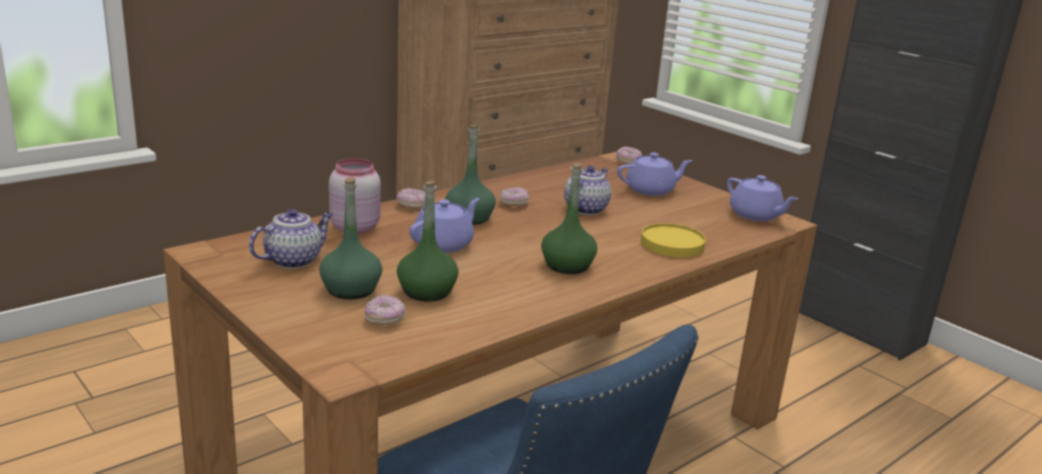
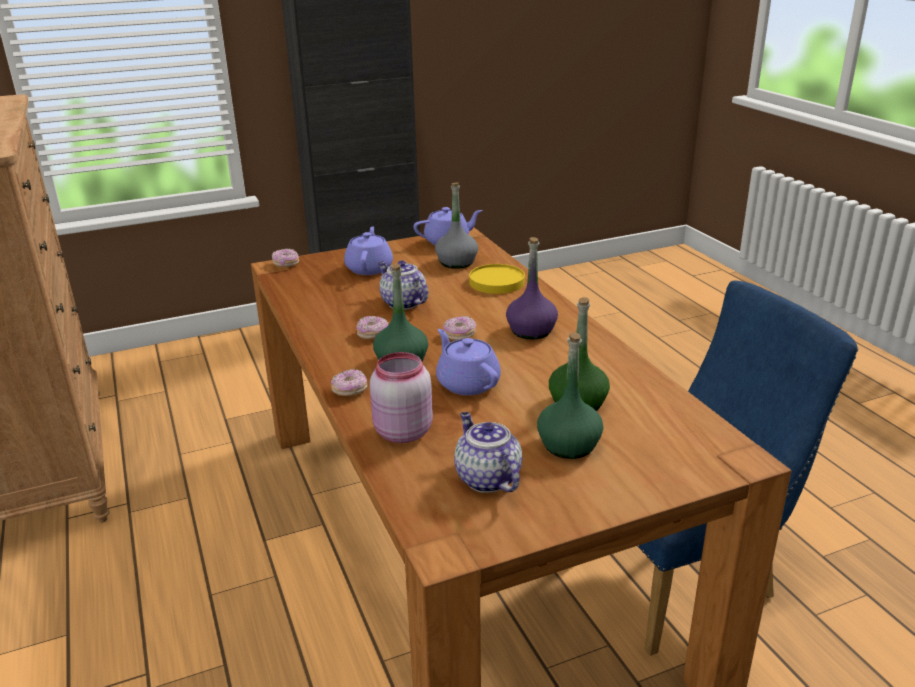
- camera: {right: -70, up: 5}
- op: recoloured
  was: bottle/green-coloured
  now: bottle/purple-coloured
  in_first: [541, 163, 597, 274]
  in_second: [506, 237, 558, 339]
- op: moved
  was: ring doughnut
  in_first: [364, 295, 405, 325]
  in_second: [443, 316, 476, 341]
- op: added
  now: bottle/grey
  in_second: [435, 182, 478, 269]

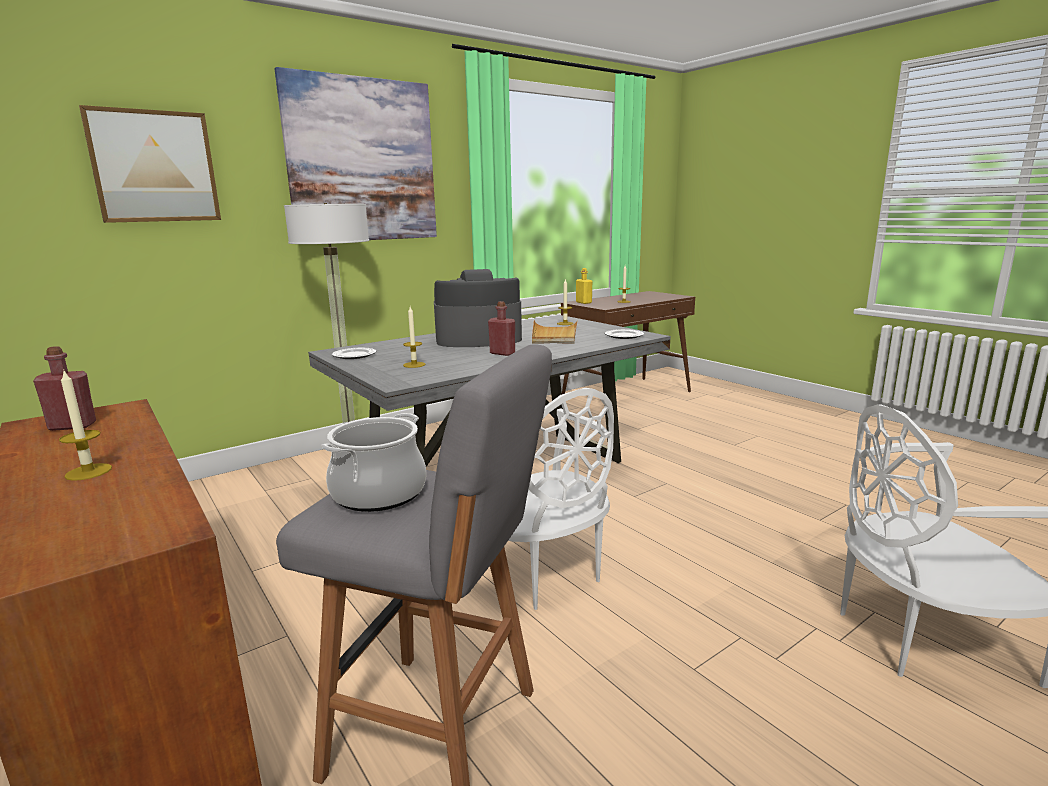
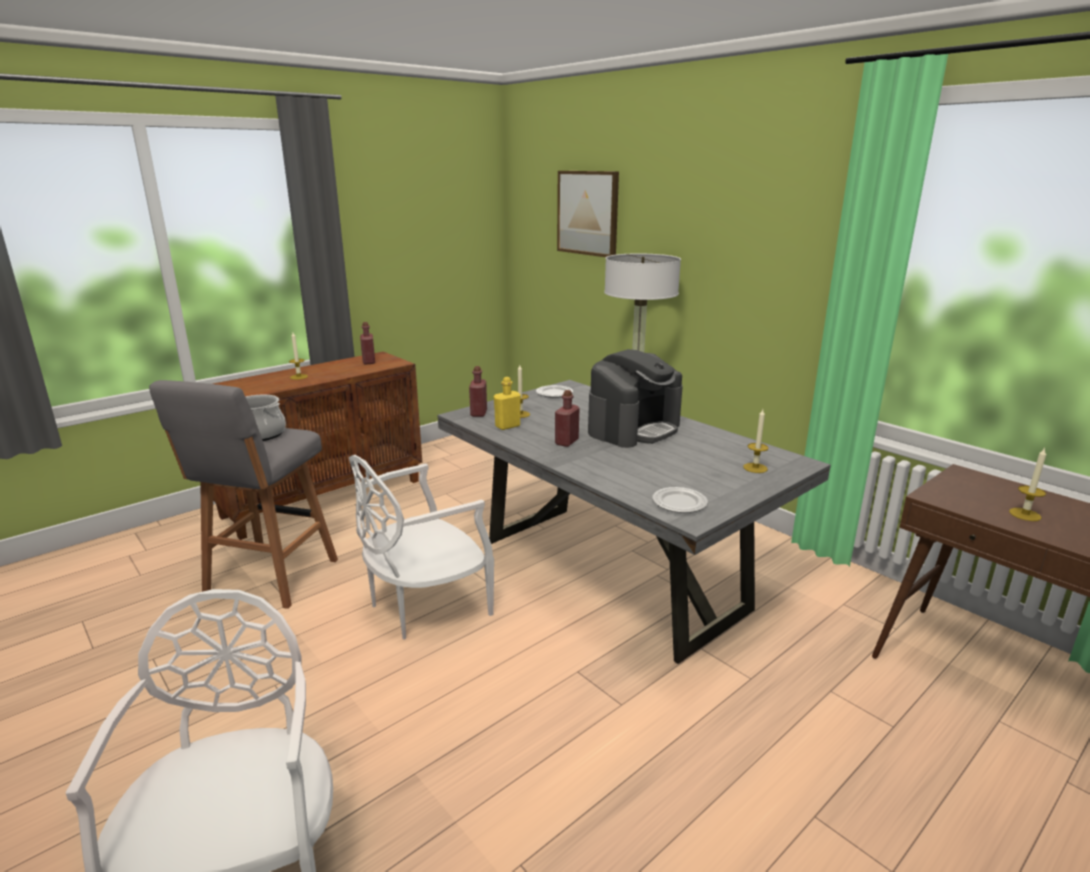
- camera: {right: 85, up: 5}
- op: removed
  was: wall art
  in_first: [274, 67, 437, 240]
- op: moved
  was: bottle/yellowish
  in_first: [576, 268, 592, 304]
  in_second: [494, 377, 521, 430]
- op: turned
  was: coffee machine
  in_first: [434, 269, 522, 347]
  in_second: [588, 349, 683, 448]
  clockwise: 60
- op: removed
  was: tray/beige-coloured
  in_first: [532, 320, 578, 344]
- op: added
  now: bottle/red
  in_second: [469, 366, 487, 417]

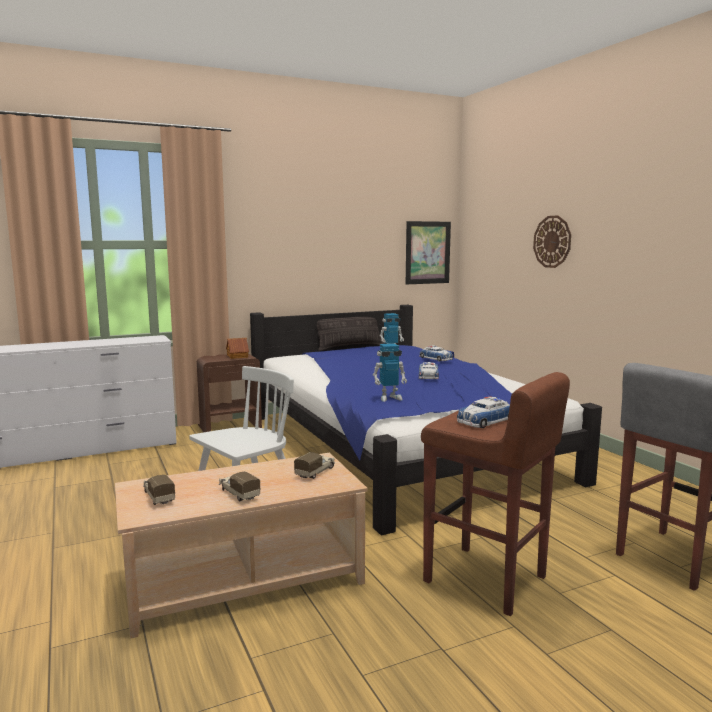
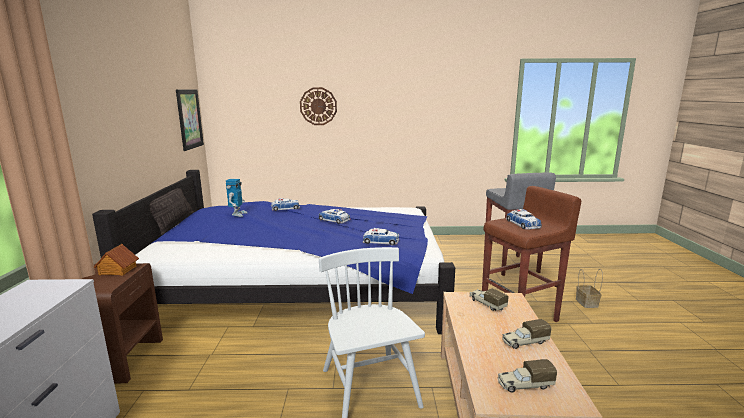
- camera: {right: -65, up: 5}
- op: replaced
  was: robot figure
  now: toy car
  in_first: [373, 343, 407, 402]
  in_second: [363, 228, 399, 245]
- op: added
  now: basket
  in_second: [576, 269, 603, 308]

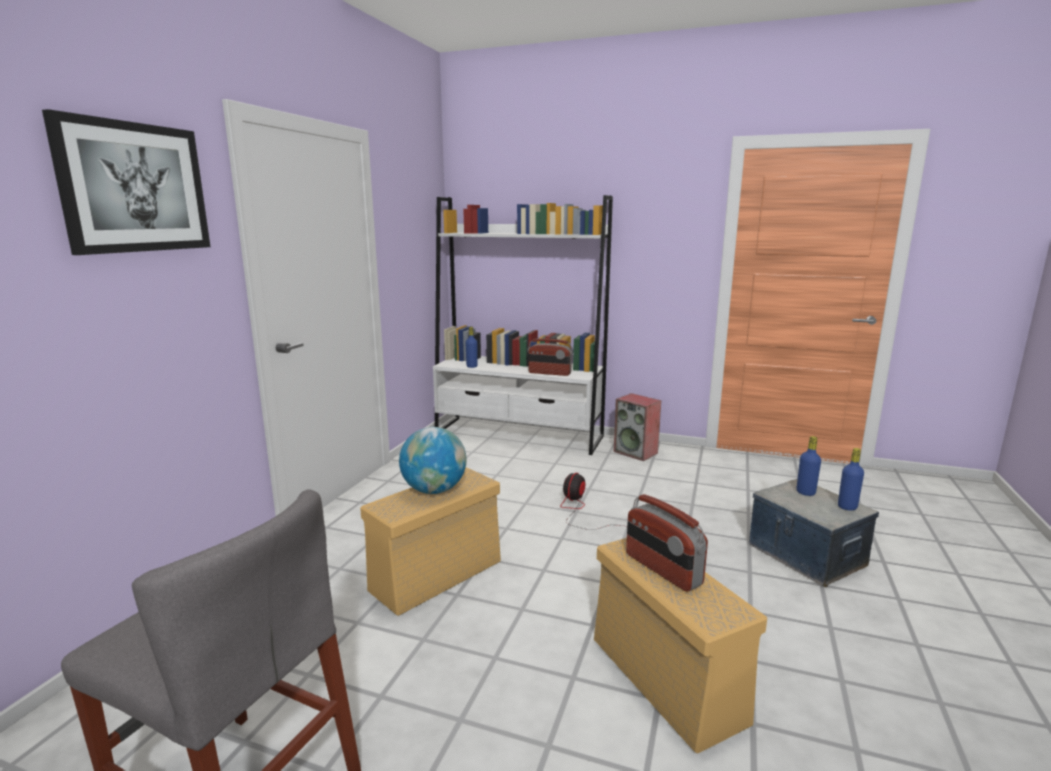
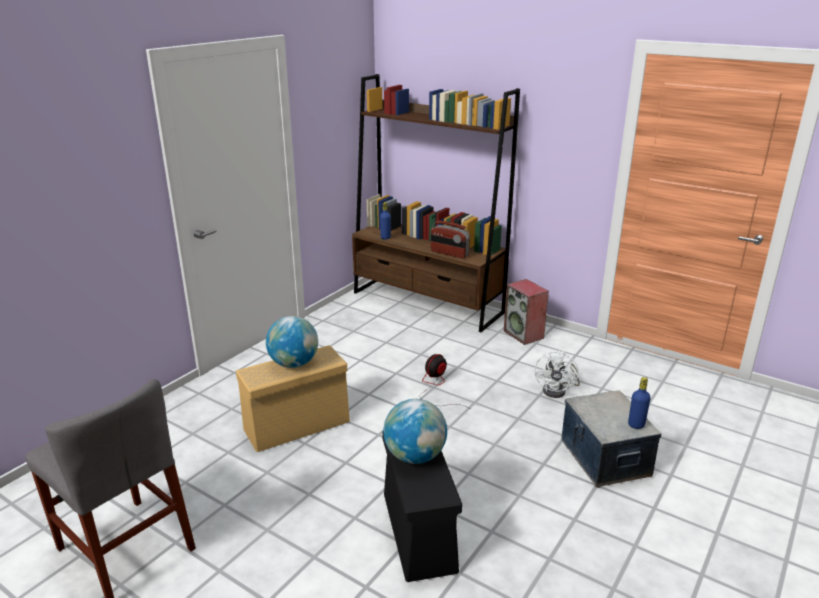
- camera: {right: 15, up: 10}
- op: removed
  was: wall art
  in_first: [42, 109, 210, 255]
- op: recoloured
  was: bookshelf/white
  now: bookshelf/brown-coloured
  in_first: [433, 195, 613, 455]
  in_second: [352, 74, 520, 332]
- op: removed
  was: bottle/bluish
  in_first: [796, 436, 821, 496]
- op: replaced
  was: radio set
  now: world globe
  in_first: [626, 494, 708, 592]
  in_second: [383, 399, 447, 464]
- op: recoloured
  was: storage container/beige-coloured
  now: storage container/black
  in_first: [594, 538, 767, 753]
  in_second: [382, 431, 462, 582]
- op: added
  now: electric fan/white
  in_second: [535, 350, 580, 398]

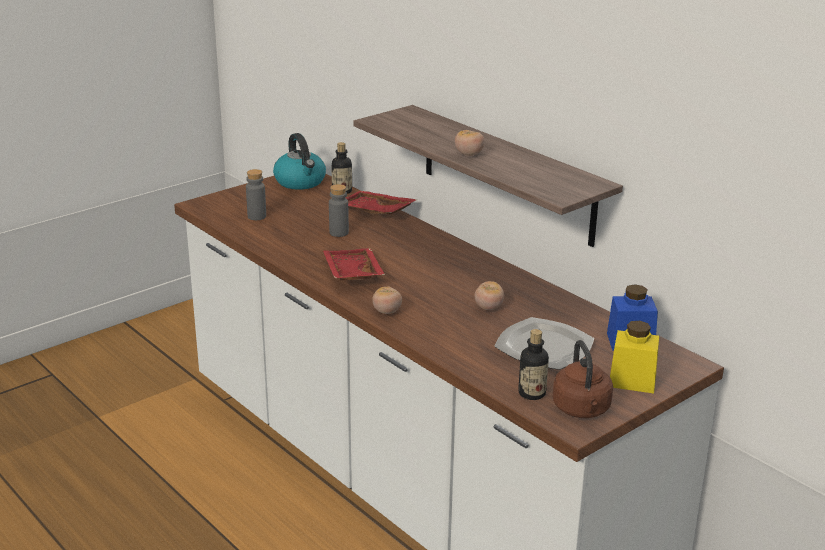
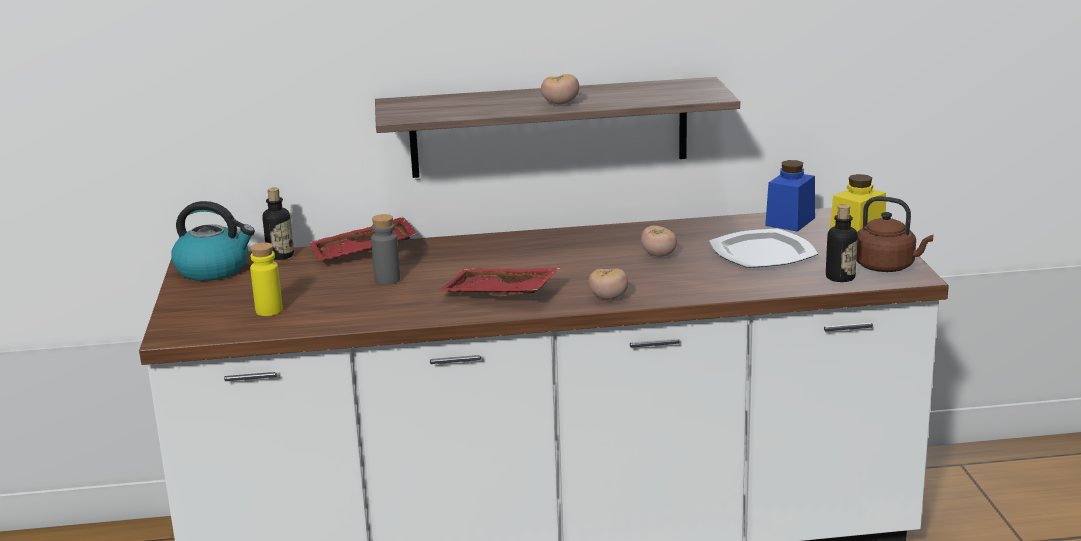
- camera: {right: -55, up: -5}
- op: recoloured
  was: bottle/grey
  now: bottle/yellowish
  in_first: [246, 169, 266, 220]
  in_second: [250, 242, 283, 316]

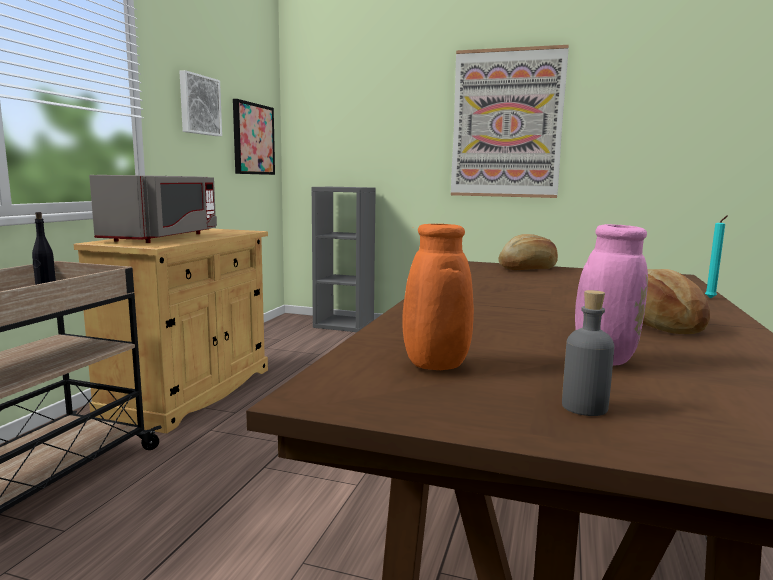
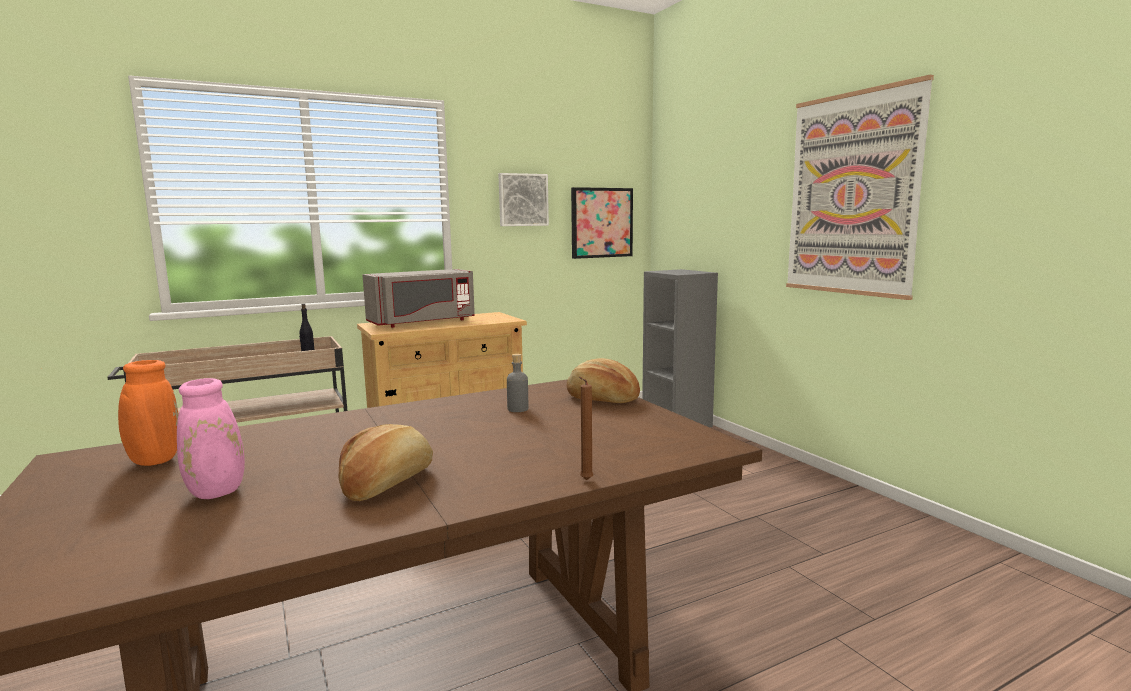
- camera: {right: 45, up: 0}
- op: recoloured
  was: wax light/turquoise
  now: wax light/brown-coloured
  in_first: [705, 215, 728, 299]
  in_second: [579, 377, 593, 480]
- op: moved
  was: bottle/grey
  in_first: [562, 290, 614, 416]
  in_second: [507, 354, 528, 412]

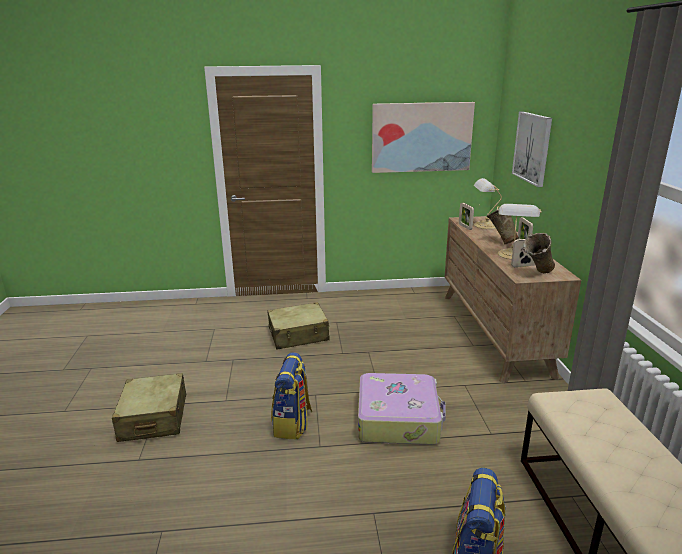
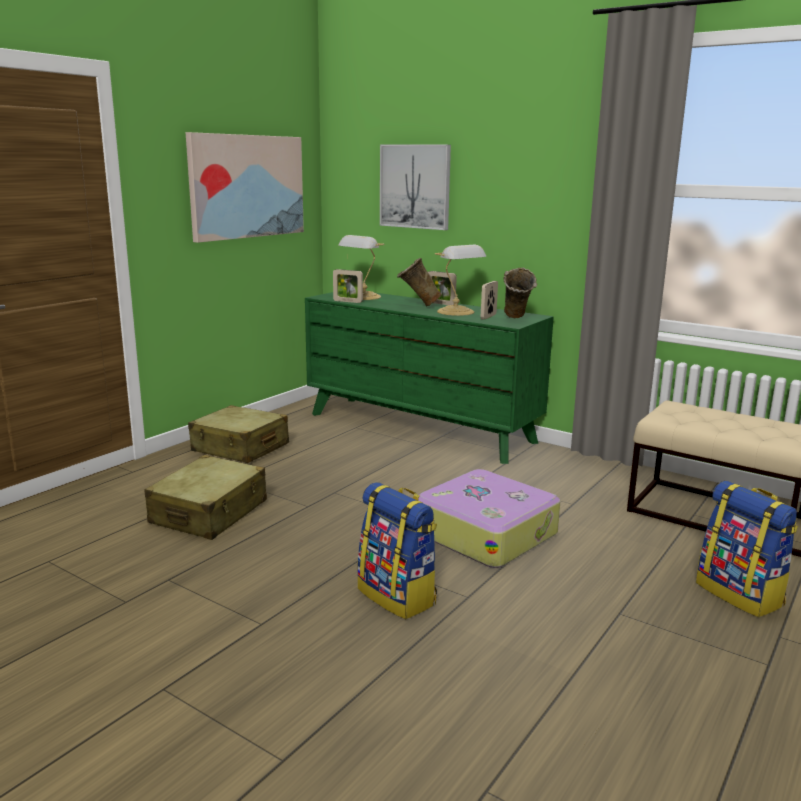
- camera: {right: -50, up: -5}
- op: recoloured
  was: dresser/brown-coloured
  now: dresser/green-coloured
  in_first: [445, 216, 581, 384]
  in_second: [305, 292, 554, 464]
- op: moved
  was: travel case/beige-coloured
  in_first: [112, 373, 186, 442]
  in_second: [188, 405, 289, 463]

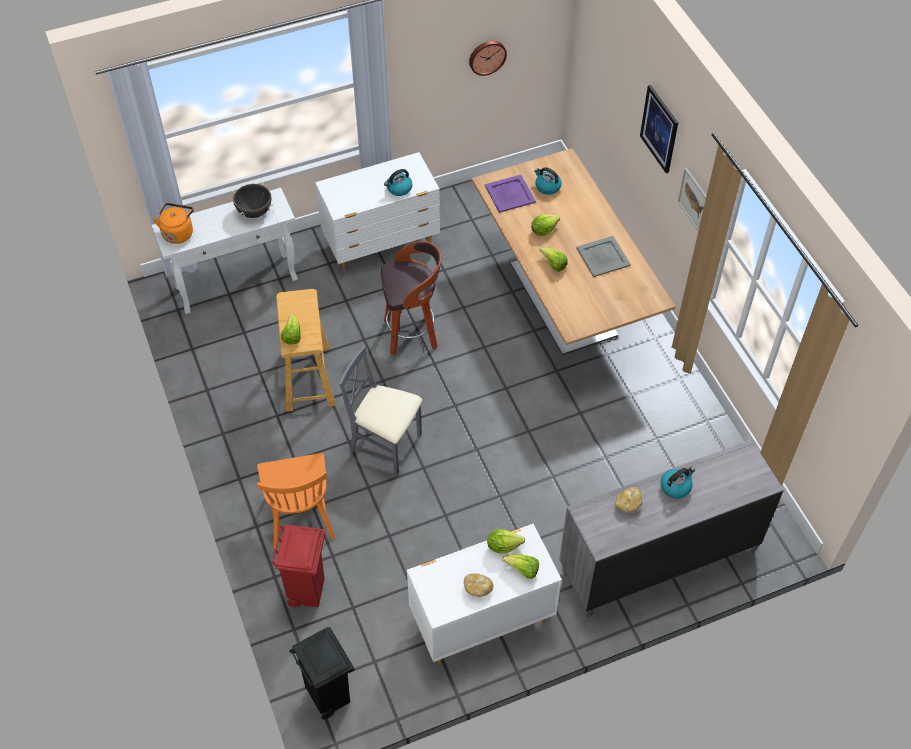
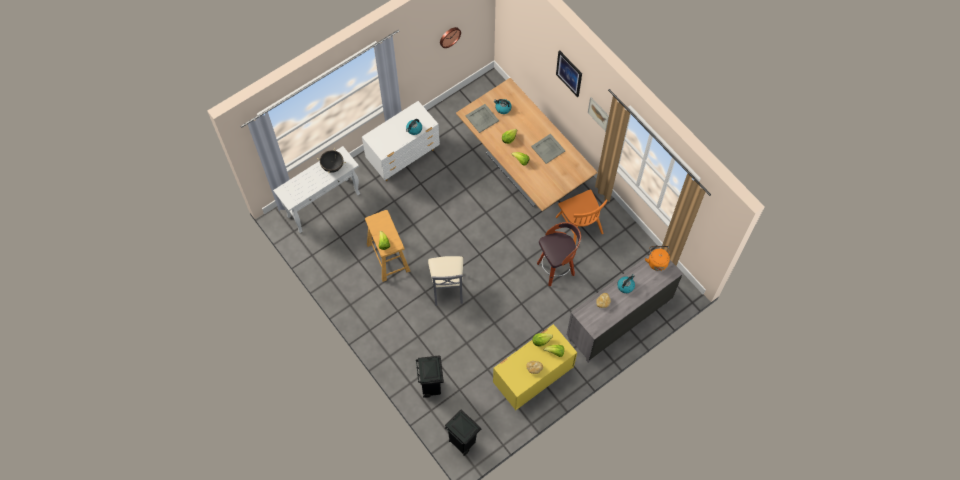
- camera: {right: -15, up: 10}
- op: recoloured
  was: tray/purple-coloured
  now: tray/grey
  in_first: [485, 175, 536, 213]
  in_second: [465, 104, 499, 133]
- op: moved
  was: kettle/orange-coloured
  in_first: [153, 203, 194, 244]
  in_second: [645, 246, 670, 271]
- op: moved
  was: stool seat
  in_first: [381, 241, 442, 355]
  in_second: [537, 222, 581, 286]
- op: turned
  was: chair/grey
  in_first: [339, 346, 422, 476]
  in_second: [428, 256, 463, 306]
  clockwise: -105
- op: moved
  was: chair/orange-coloured
  in_first: [257, 453, 335, 549]
  in_second: [556, 189, 607, 245]
- op: recoloured
  was: trash can/red
  now: trash can/black
  in_first: [271, 524, 325, 607]
  in_second: [416, 356, 444, 398]
- op: recoloured
  was: dresser/white
  now: dresser/yellowish
  in_first: [407, 524, 562, 663]
  in_second: [493, 324, 577, 410]

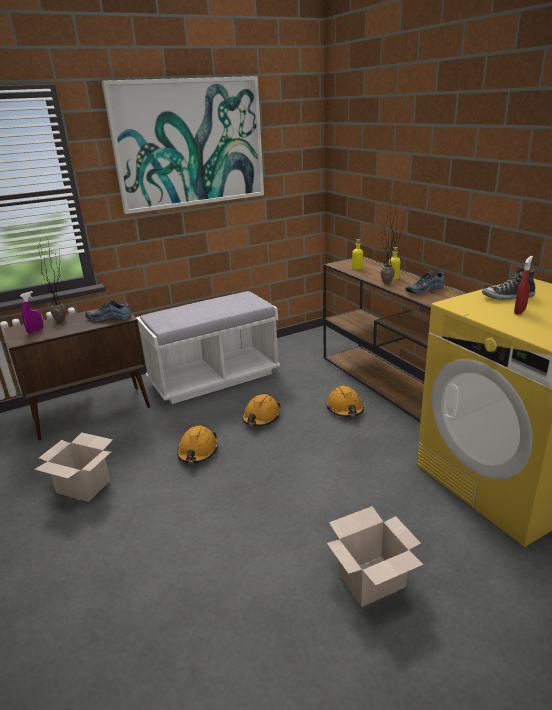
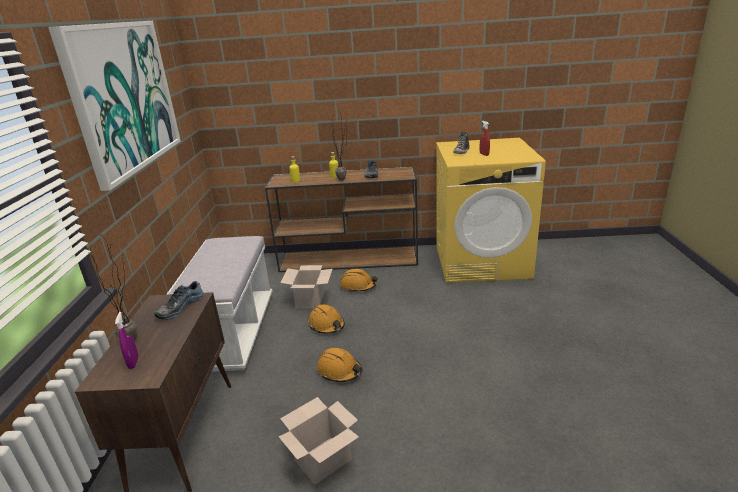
- camera: {right: -60, up: 0}
- op: moved
  was: carton
  in_first: [327, 506, 423, 607]
  in_second: [281, 265, 332, 308]

